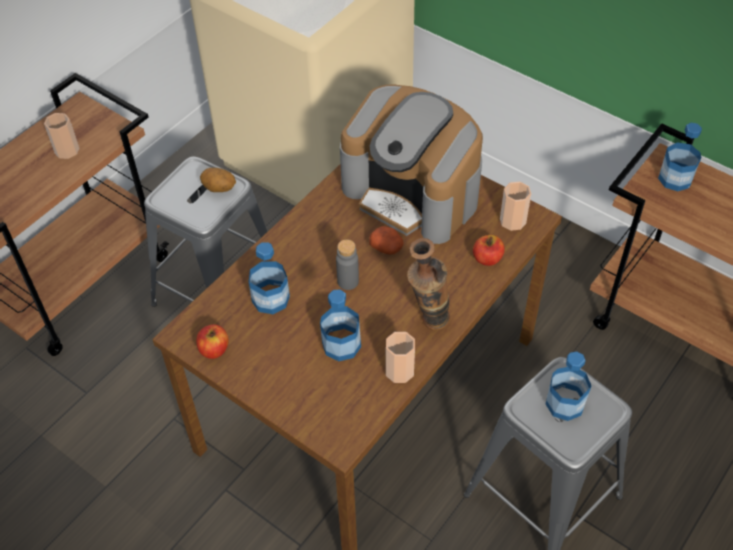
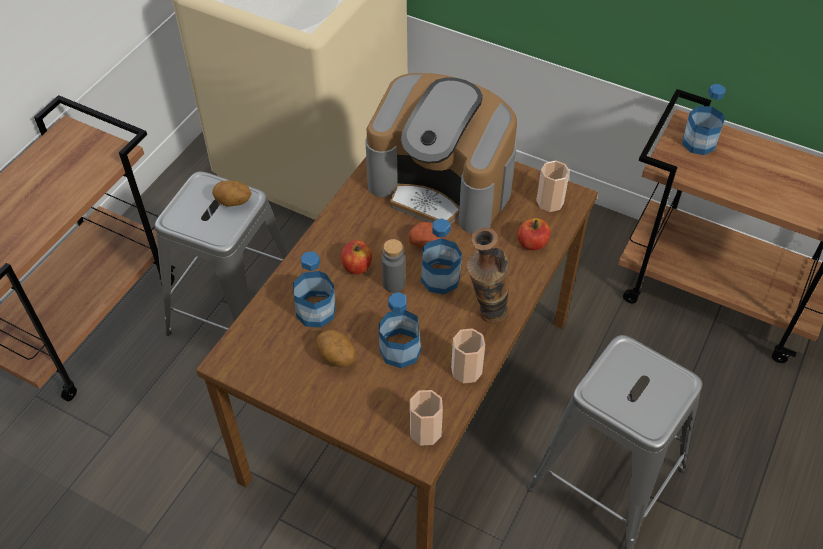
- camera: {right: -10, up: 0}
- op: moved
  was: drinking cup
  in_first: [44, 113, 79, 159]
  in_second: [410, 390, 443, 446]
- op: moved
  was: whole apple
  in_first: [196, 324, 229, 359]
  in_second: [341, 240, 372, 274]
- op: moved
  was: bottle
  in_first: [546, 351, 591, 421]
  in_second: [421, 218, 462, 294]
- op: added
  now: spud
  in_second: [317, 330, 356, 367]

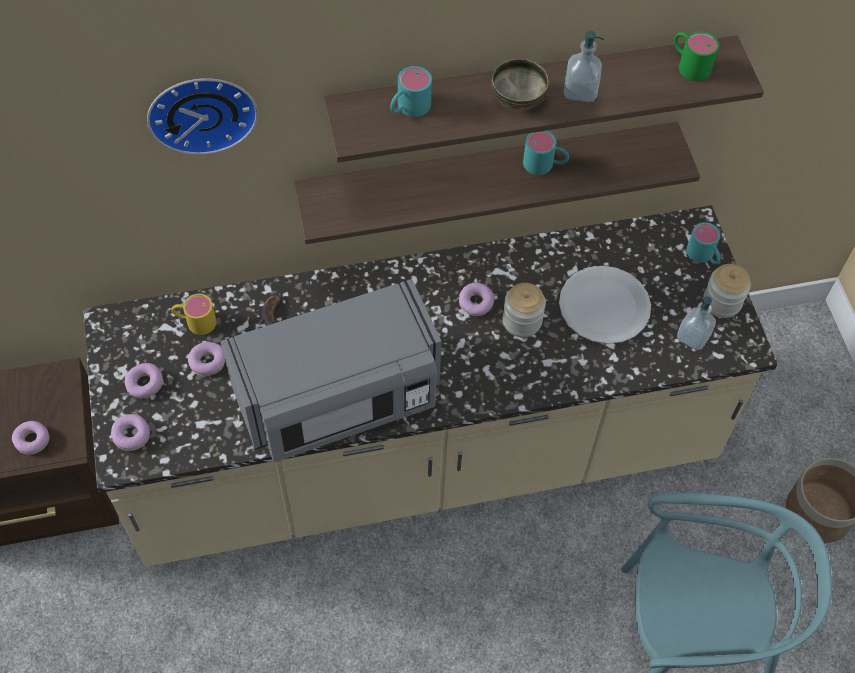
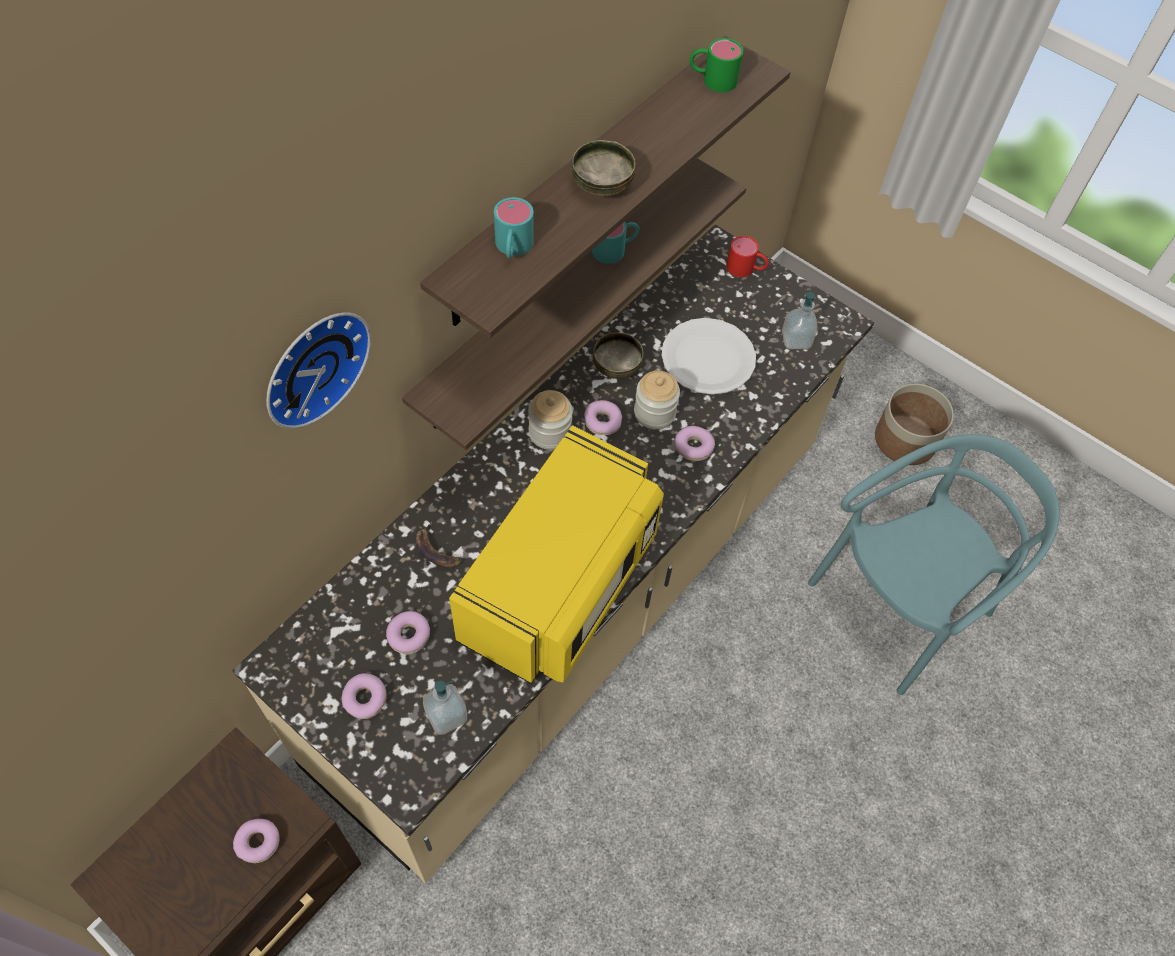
- camera: {right: -40, up: 0}
- op: moved
  was: soap dispenser
  in_first: [564, 31, 604, 102]
  in_second: [423, 680, 467, 735]
- op: recoloured
  was: mug/turquoise
  now: mug/red
  in_first: [686, 222, 720, 264]
  in_second: [726, 236, 769, 277]
- op: moved
  was: jar
  in_first: [703, 264, 751, 318]
  in_second: [528, 390, 573, 450]
- op: recoloured
  was: kitchen microwave/grey
  now: kitchen microwave/yellowish
  in_first: [221, 279, 442, 463]
  in_second: [449, 425, 664, 684]
- op: removed
  was: mug/yellowish
  in_first: [171, 294, 216, 335]
- op: moved
  was: ring doughnut
  in_first: [111, 414, 150, 451]
  in_second: [675, 426, 715, 461]
- op: added
  now: serving bowl
  in_second: [593, 333, 644, 379]

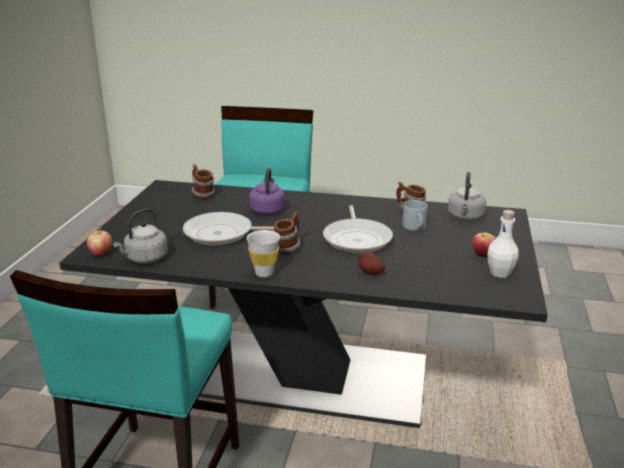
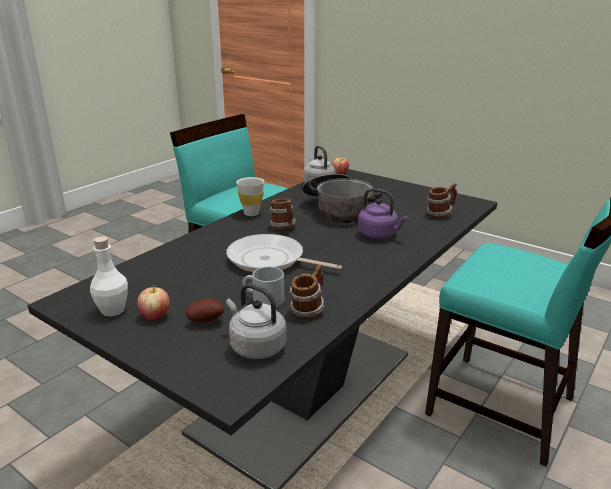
- camera: {right: 115, up: 0}
- op: replaced
  was: skillet
  now: saucepot
  in_first: [183, 212, 274, 246]
  in_second: [302, 174, 382, 223]
- op: moved
  was: spud
  in_first: [358, 252, 385, 275]
  in_second: [186, 299, 225, 322]

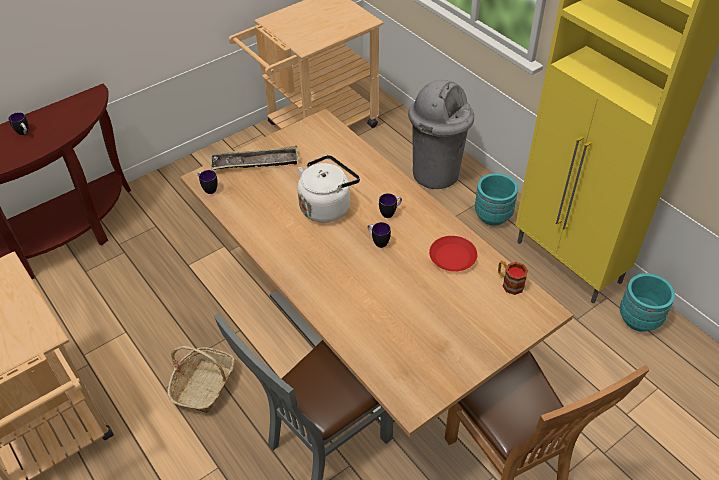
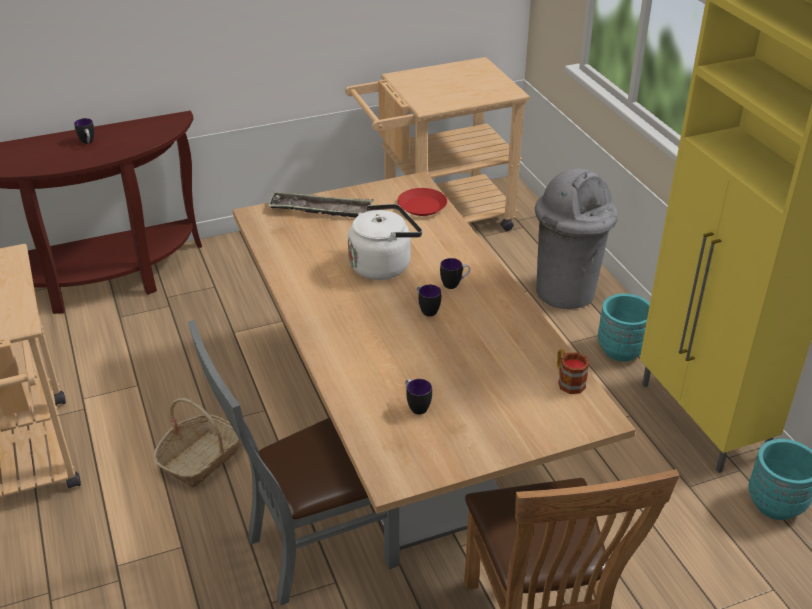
- camera: {right: 15, up: -10}
- op: moved
  was: mug
  in_first: [198, 170, 218, 194]
  in_second: [405, 379, 432, 415]
- op: moved
  was: plate/red
  in_first: [429, 236, 477, 272]
  in_second: [397, 188, 447, 216]

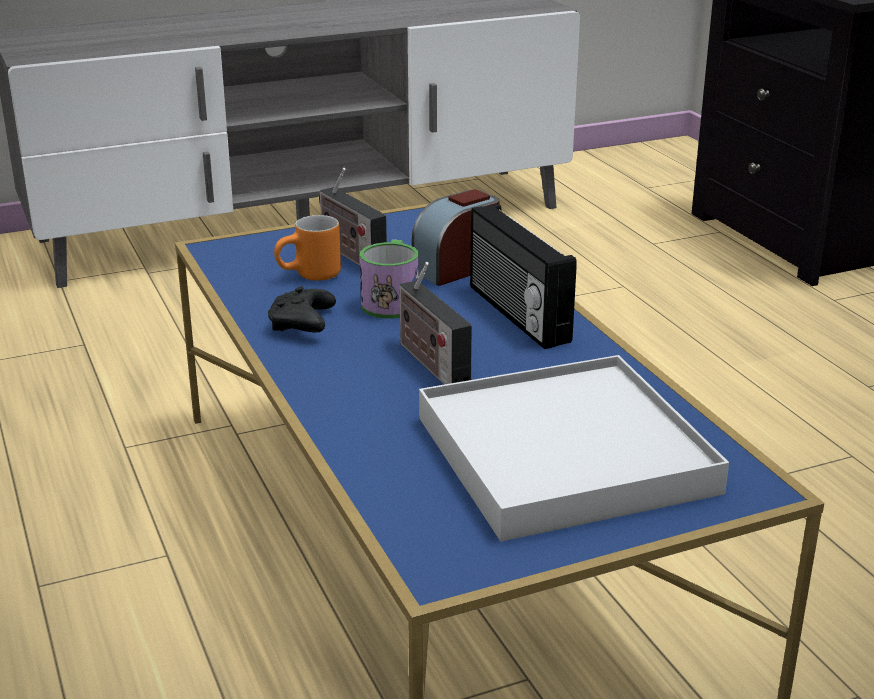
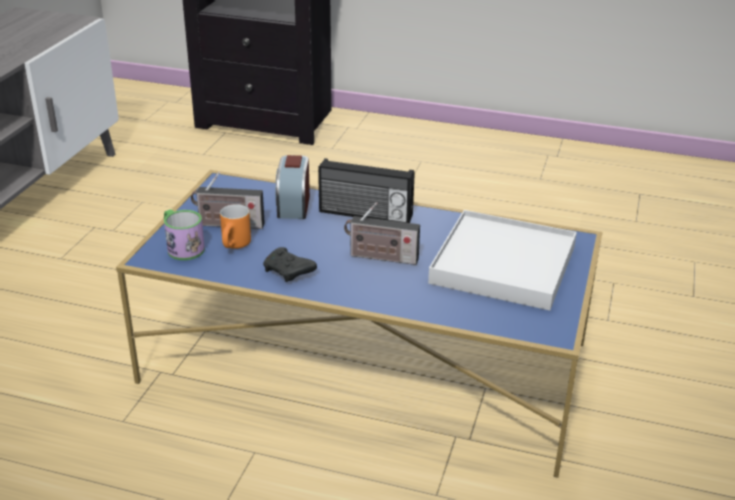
- camera: {right: -50, up: 5}
- op: moved
  was: mug
  in_first: [360, 240, 419, 319]
  in_second: [164, 209, 205, 260]

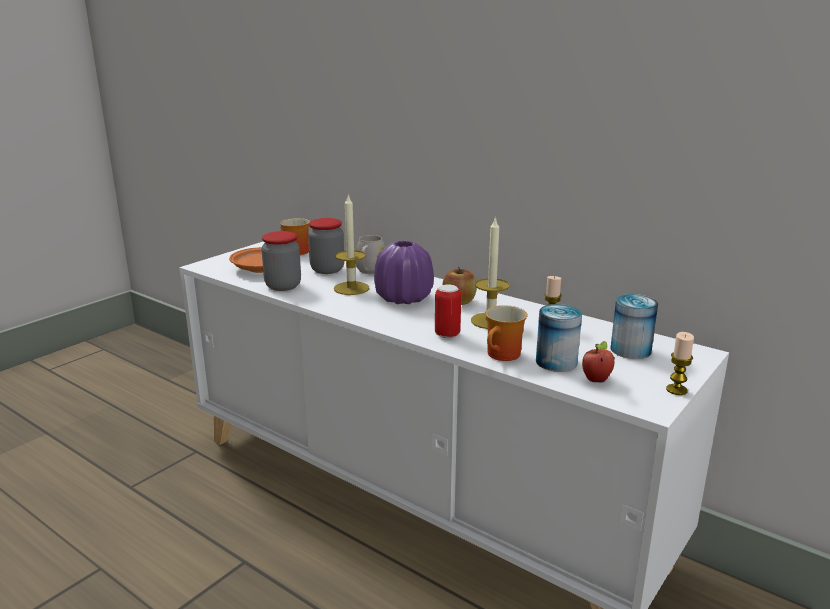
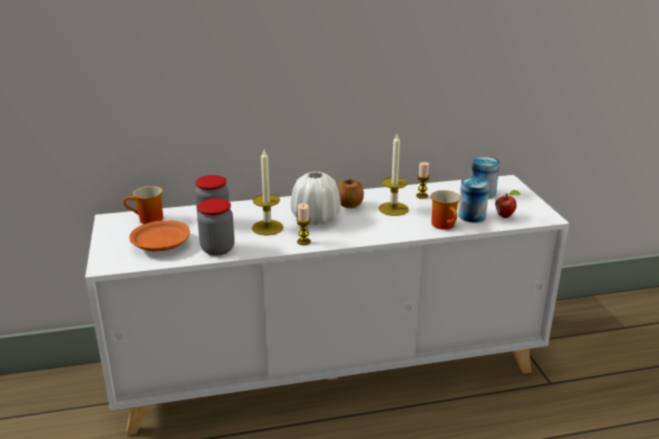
- camera: {right: -50, up: 5}
- op: removed
  was: mug/white
  in_first: [355, 235, 385, 274]
- op: recoloured
  was: flower vase/purple-coloured
  now: flower vase/white
  in_first: [374, 240, 434, 304]
  in_second: [291, 171, 341, 225]
- op: removed
  was: metal can
  in_first: [435, 284, 461, 338]
- op: moved
  was: wax light
  in_first: [666, 332, 694, 395]
  in_second: [296, 203, 311, 245]

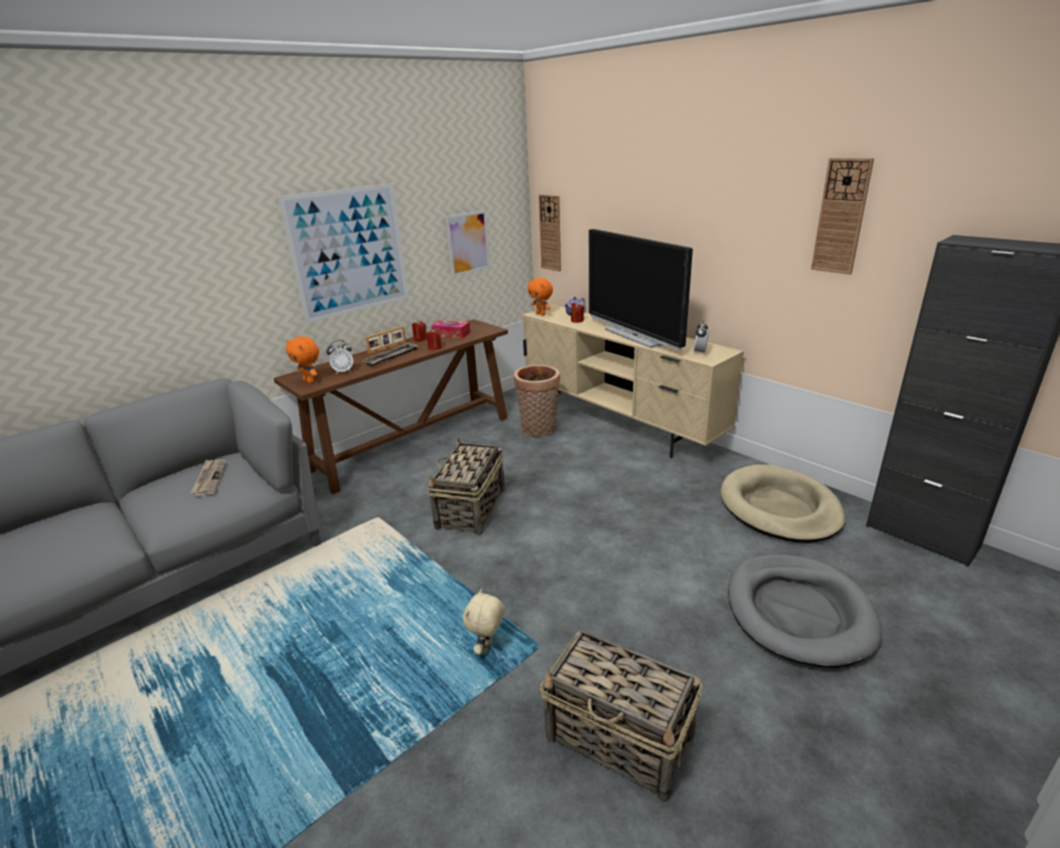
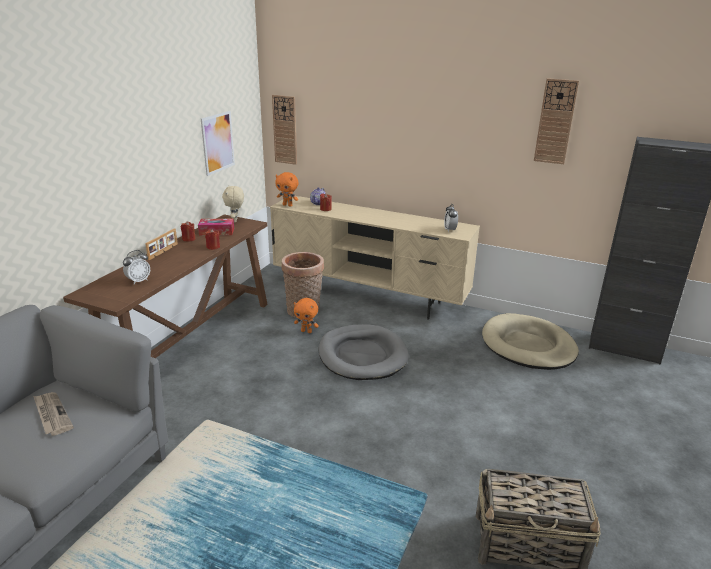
- camera: {right: -25, up: 0}
- op: removed
  was: wall art
  in_first: [278, 184, 408, 323]
- op: removed
  was: television
  in_first: [589, 229, 693, 350]
- op: moved
  was: soft toy/orange-coloured
  in_first: [286, 337, 319, 383]
  in_second: [294, 298, 319, 333]
- op: removed
  was: tray
  in_first: [362, 342, 418, 366]
- op: removed
  was: basket
  in_first: [427, 437, 505, 535]
- op: moved
  was: pet bed/grey
  in_first: [728, 555, 882, 668]
  in_second: [319, 324, 409, 380]
- op: moved
  was: soft toy/beige-coloured
  in_first: [463, 588, 505, 655]
  in_second: [222, 186, 244, 223]

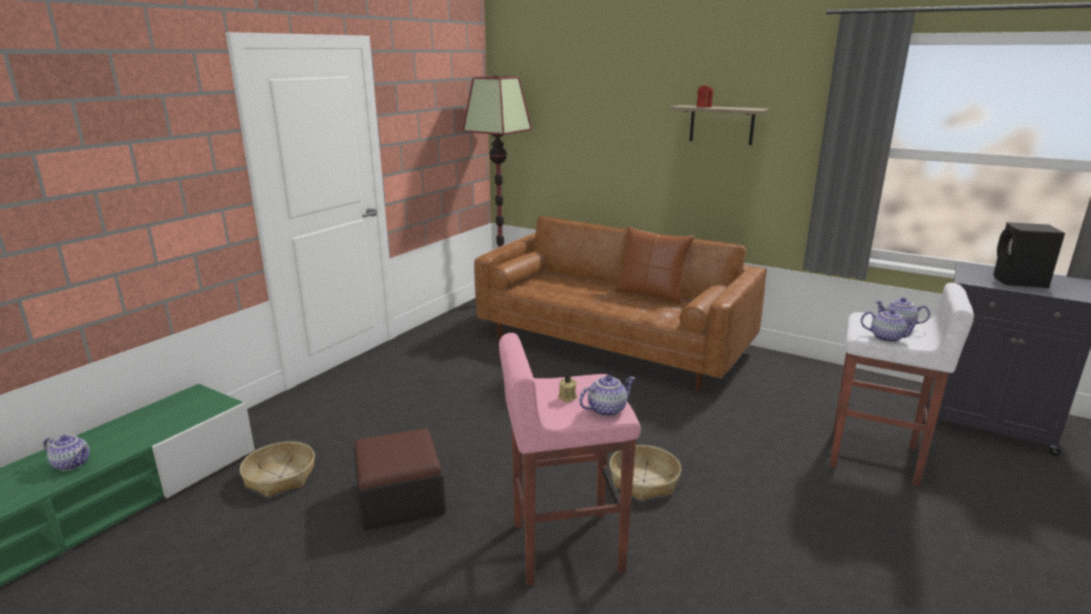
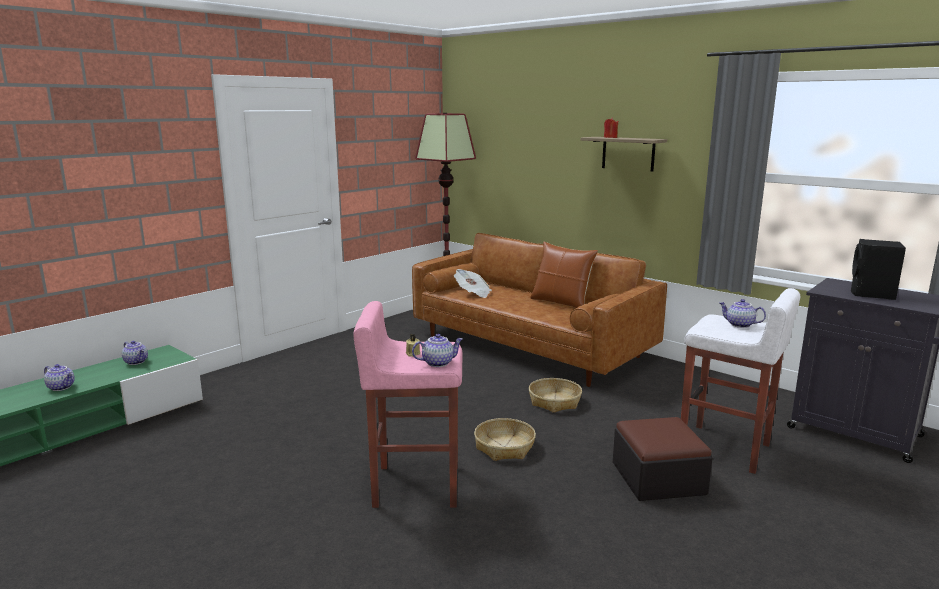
- camera: {right: 10, up: -5}
- op: moved
  was: teapot
  in_first: [861, 309, 921, 342]
  in_second: [122, 341, 148, 365]
- op: moved
  was: footrest
  in_first: [353, 428, 446, 531]
  in_second: [613, 417, 712, 501]
- op: moved
  was: basket
  in_first: [240, 441, 315, 497]
  in_second: [529, 378, 582, 413]
- op: added
  now: daily paper
  in_second: [454, 269, 492, 298]

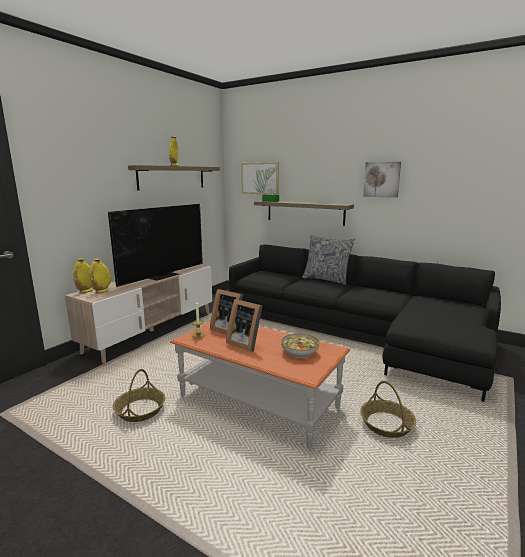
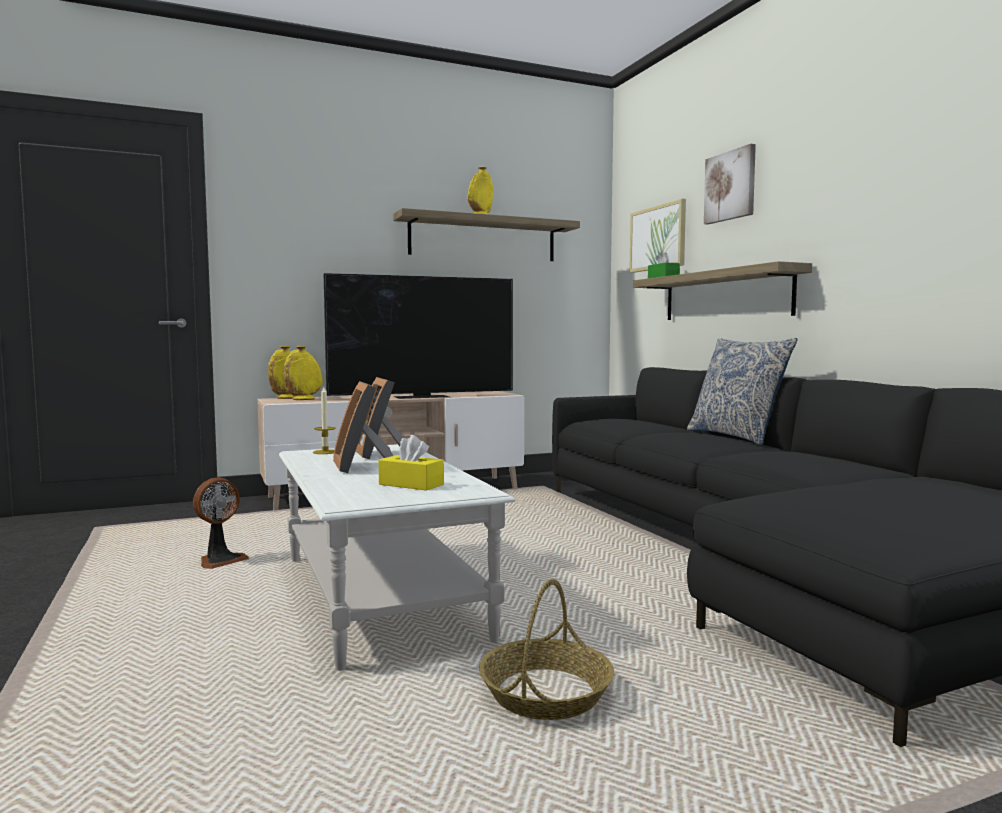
- camera: {right: 35, up: -10}
- op: moved
  was: wall art
  in_first: [363, 162, 401, 198]
  in_second: [704, 144, 756, 224]
- op: recoloured
  was: lounge table/orange-coloured
  now: lounge table/white
  in_first: [170, 322, 350, 449]
  in_second: [279, 444, 515, 671]
- op: replaced
  was: serving bowl
  now: tissue holder/yellowish
  in_first: [281, 333, 319, 358]
  in_second: [378, 435, 444, 491]
- op: replaced
  was: basket
  now: electric fan
  in_first: [113, 369, 165, 422]
  in_second: [193, 477, 249, 569]

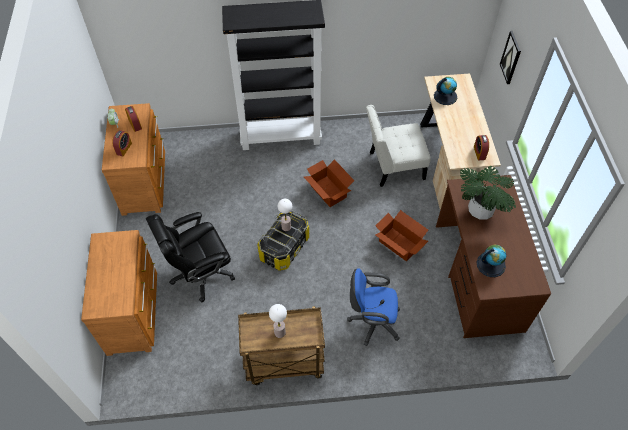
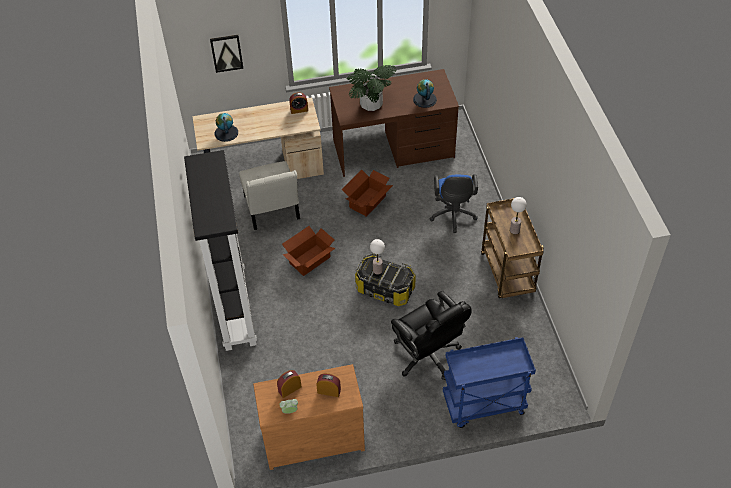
- camera: {right: -95, up: -5}
- op: replaced
  was: dresser/brown-coloured
  now: trolley/bluish
  in_first: [81, 230, 157, 356]
  in_second: [443, 337, 536, 428]

